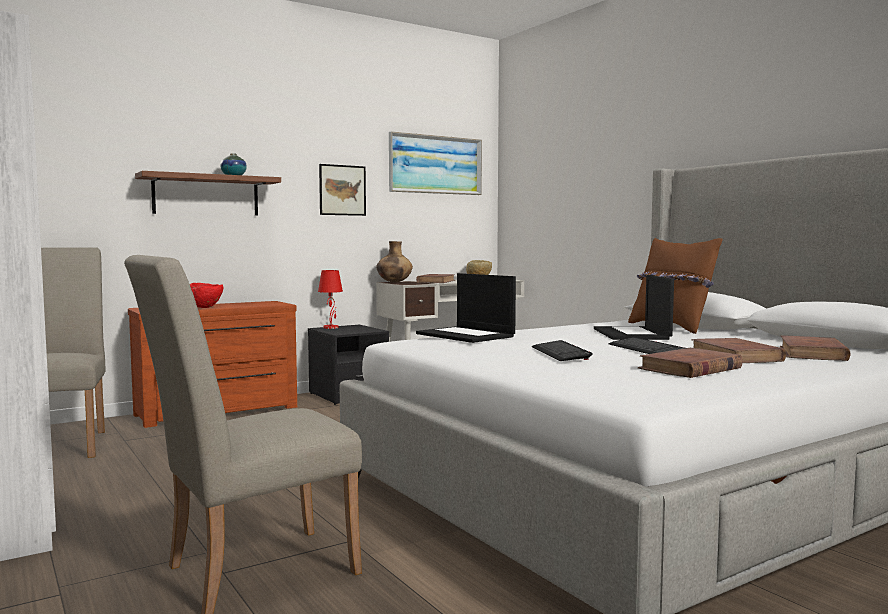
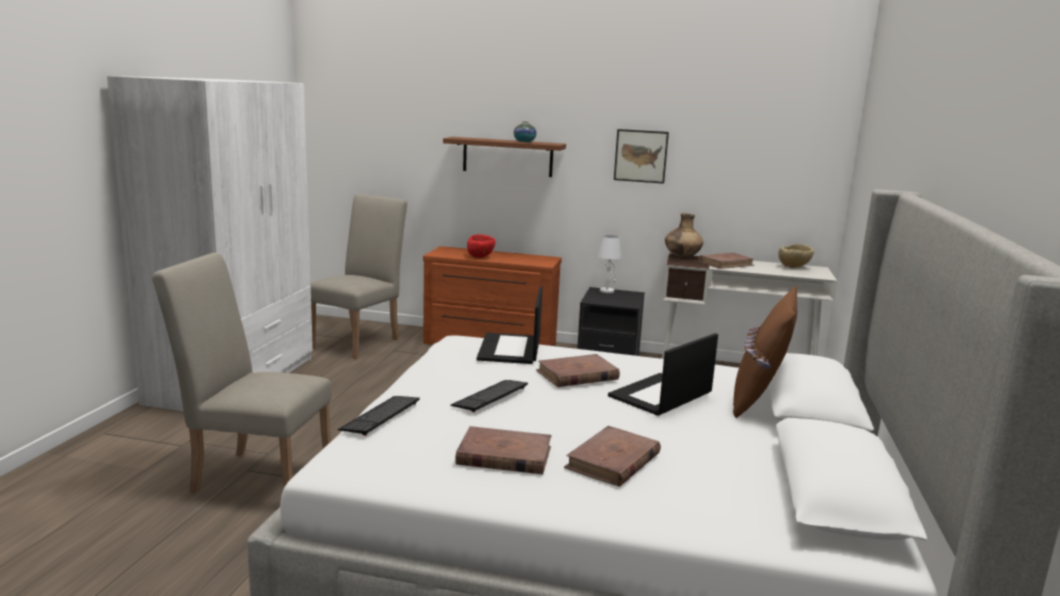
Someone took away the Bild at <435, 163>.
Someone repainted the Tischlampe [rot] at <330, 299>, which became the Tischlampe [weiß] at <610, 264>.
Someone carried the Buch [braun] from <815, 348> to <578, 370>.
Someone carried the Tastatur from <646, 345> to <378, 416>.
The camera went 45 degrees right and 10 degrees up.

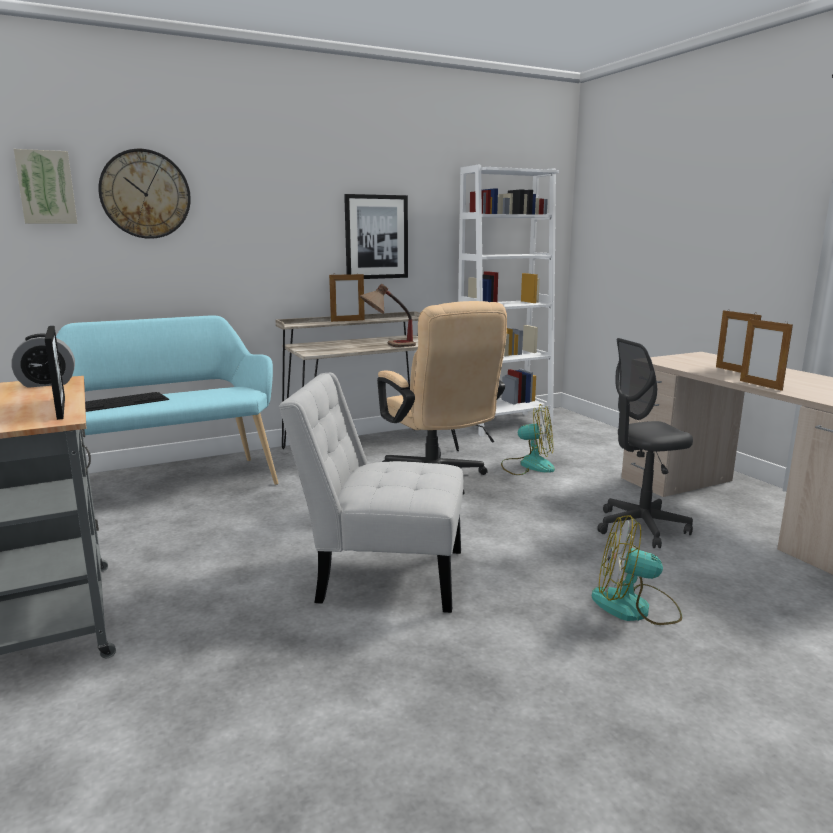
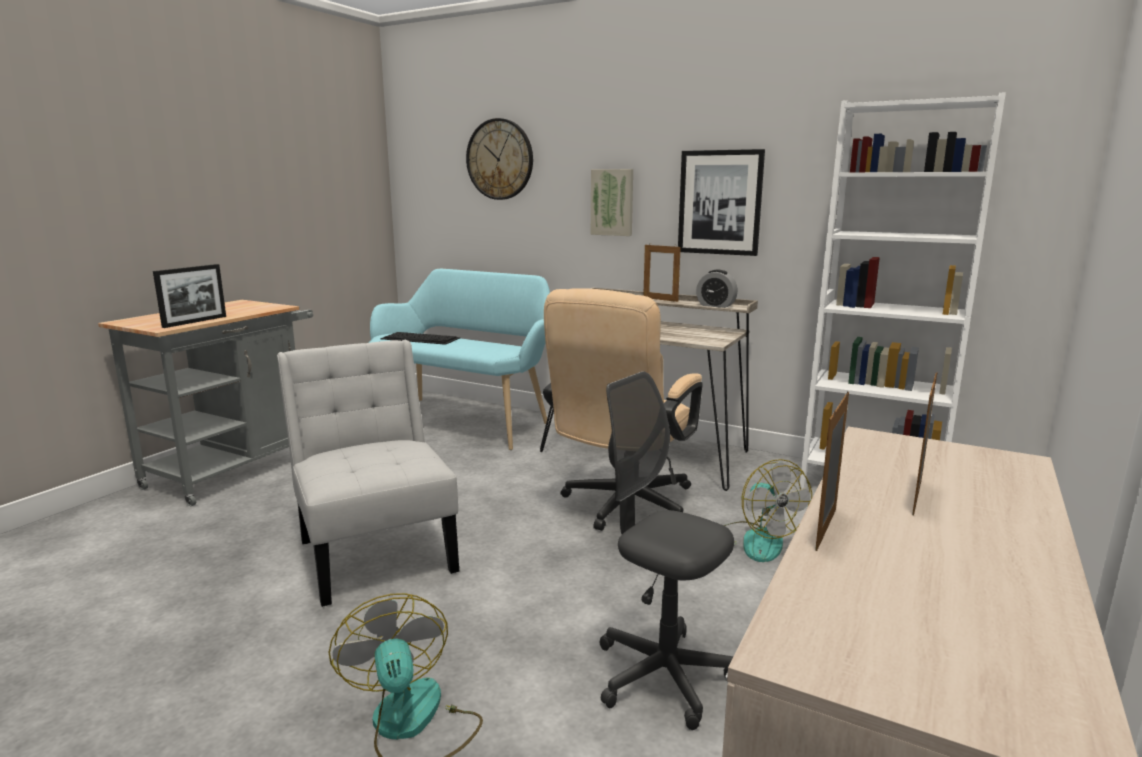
Someone carried the Bild from <46, 186> to <612, 202>.
Someone took away the Tischlampe at <388, 315>.
Someone carried the Wecker from <43, 361> to <717, 289>.
The camera went 55 degrees right and 0 degrees up.

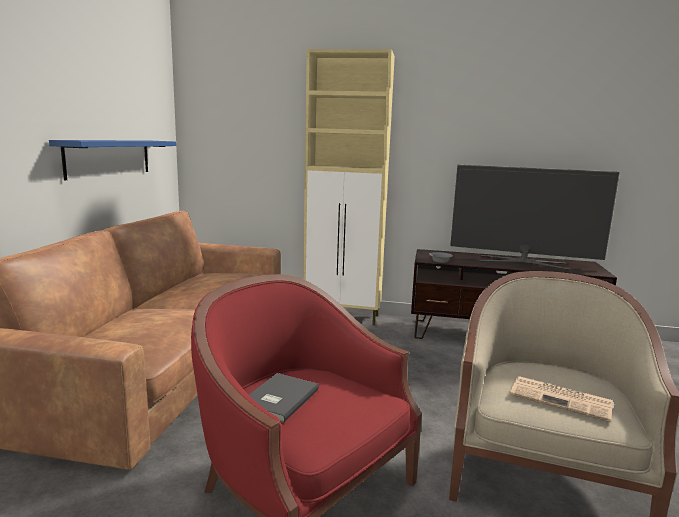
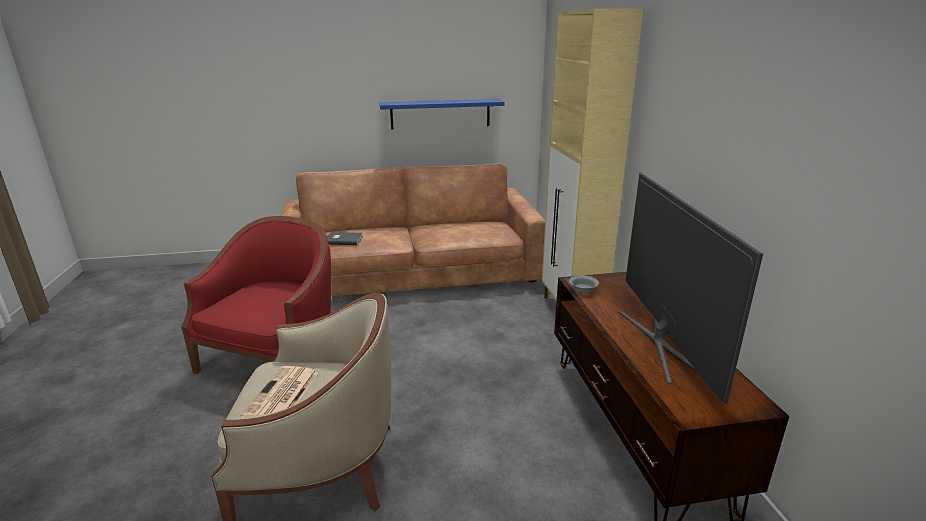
Someone carried the Buch [grau] from <284, 398> to <345, 238>.
The camera went 70 degrees right and 10 degrees up.

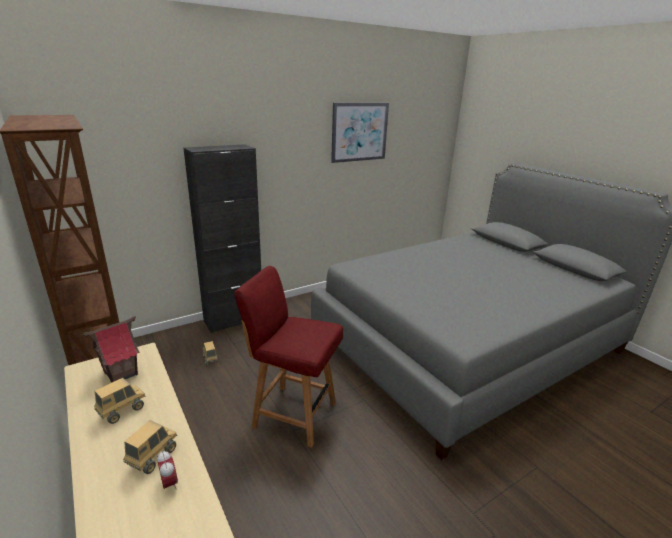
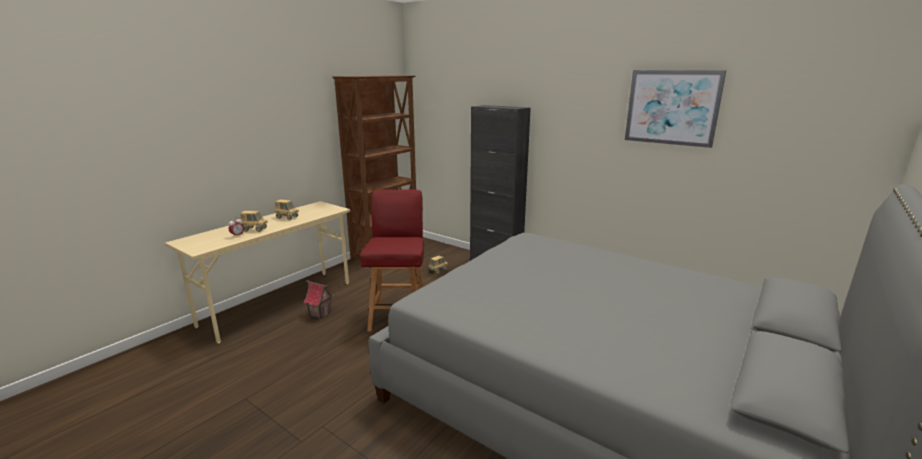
Someone carried the Spielzeughaus from <111, 349> to <318, 299>.
The camera went 70 degrees right and 5 degrees down.

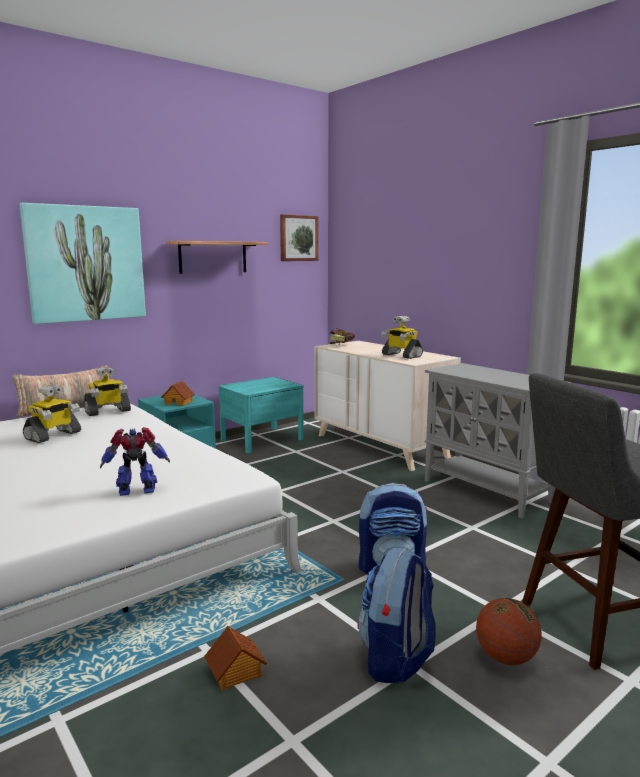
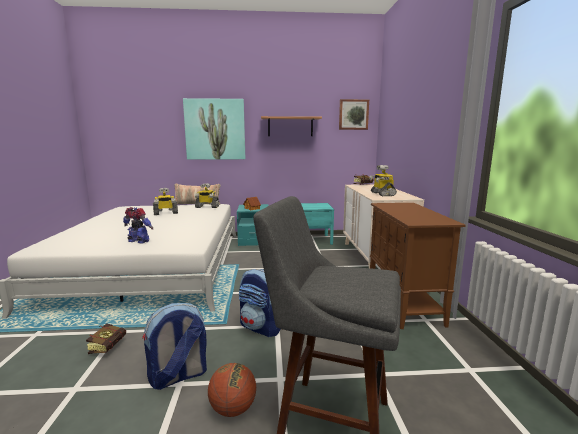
Someone repainted the Schrank [grau] at <498, 440>, which became the Schrank [braun] at <418, 266>.
Someone swapped the Spielzeughaus at <235, 658> for the Buch at <106, 338>.
The camera went 35 degrees right and 0 degrees up.

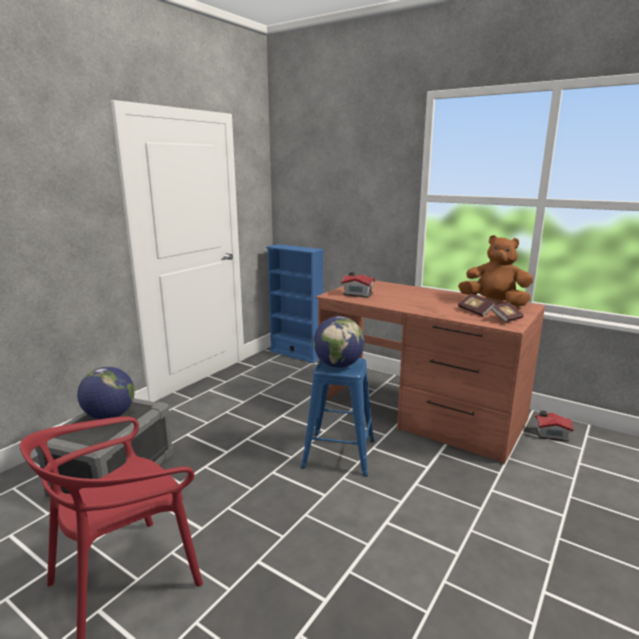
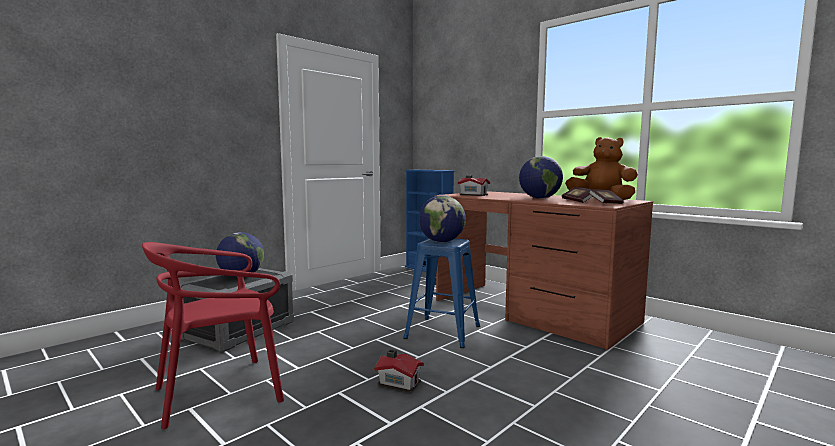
Someone carried the Spielzeughaus from <554, 426> to <399, 371>.
Someone put down the Globus at <541, 177>.
The camera went 10 degrees right and 10 degrees down.

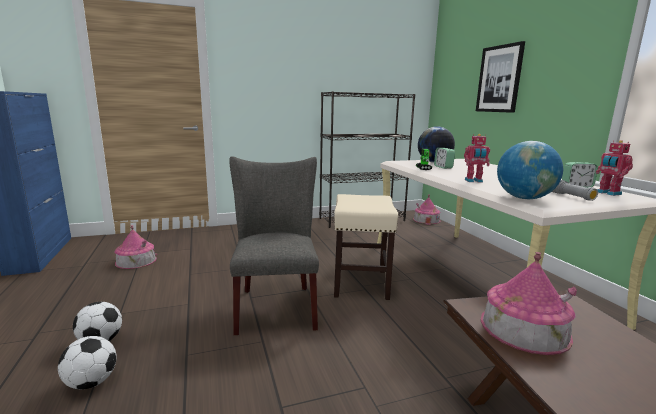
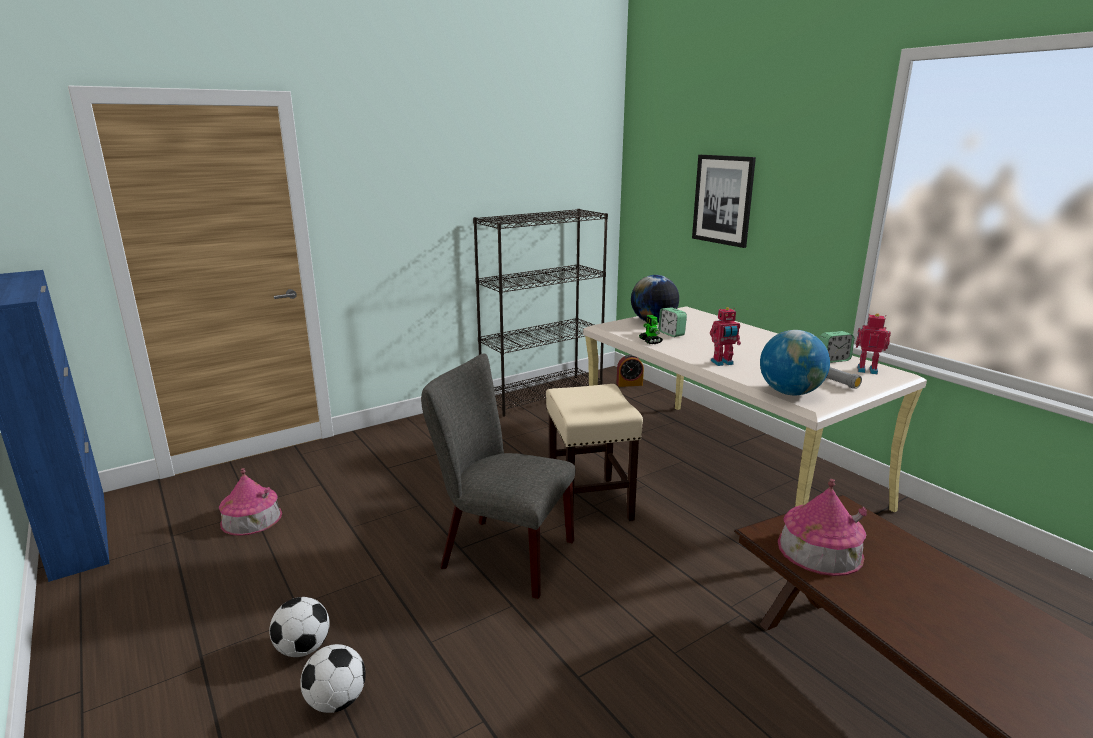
Someone rotated the Spielzeugroboter at <614, 168> by 150 degrees clockwise.
Someone rotated the Stuhl [grau] at <274, 245> by 45 degrees counterclockwise.
Someone swapped the Spielzeughaus at <426, 209> for the Wecker at <630, 370>.
The camera went 15 degrees left and 5 degrees up.

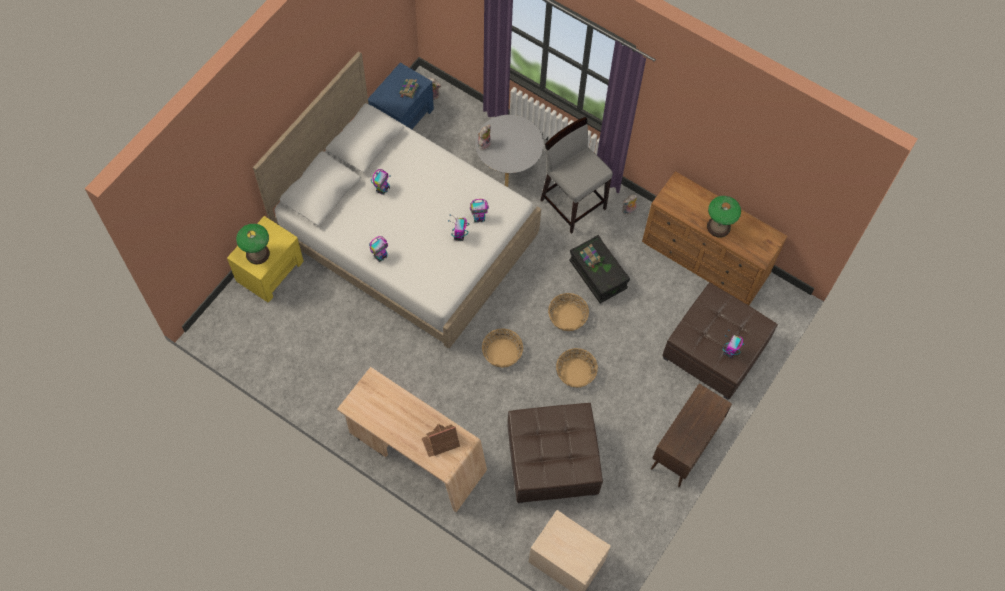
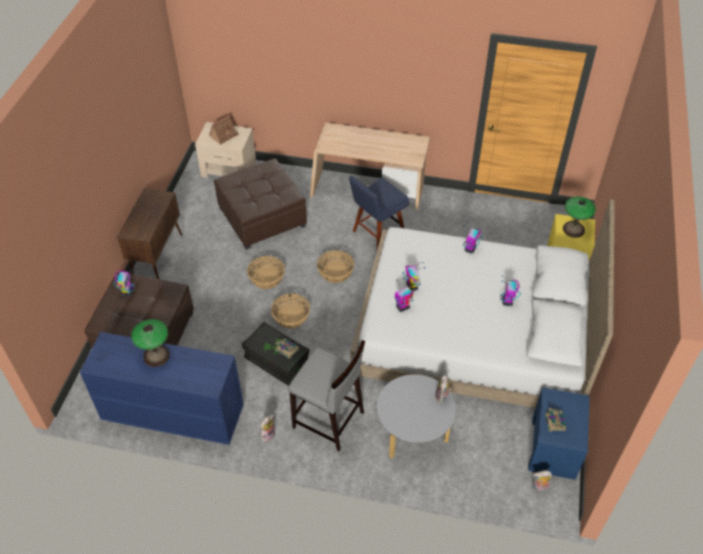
Someone repainted the Kommode [braun] at <714, 238>, which became the Kommode [blau] at <162, 388>.
Someone carried the Spielzeughaus from <441, 440> to <224, 130>.
Someone put down the Stuhl [blau] at <379, 212>.
The camera went 160 degrees right and 15 degrees down.

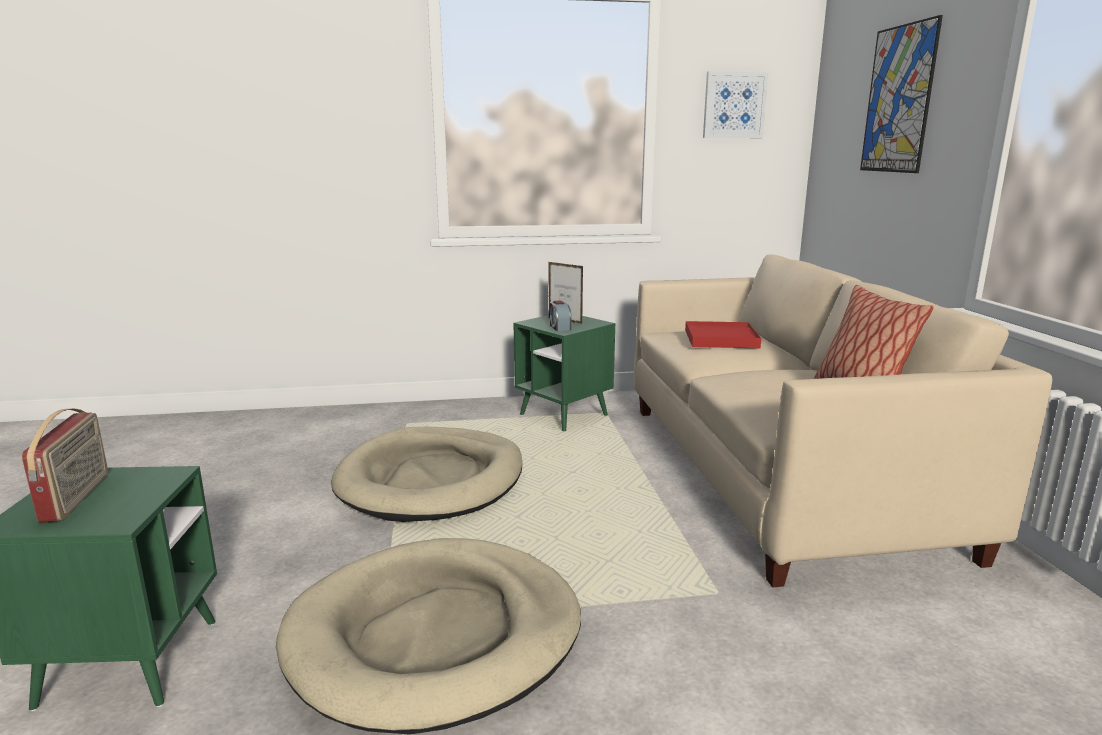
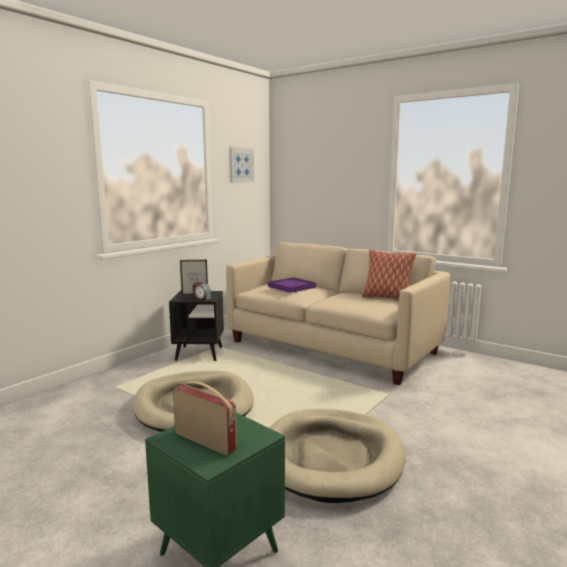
Someone took away the Bild at <901, 94>.
Someone repainted the Beistelltisch [grün] at <564, 373>, which became the Beistelltisch [schwarz] at <196, 326>.
Someone repainted the Tablett [rot] at <723, 334>, which became the Tablett [lila] at <292, 285>.
The camera went 45 degrees left and 5 degrees down.

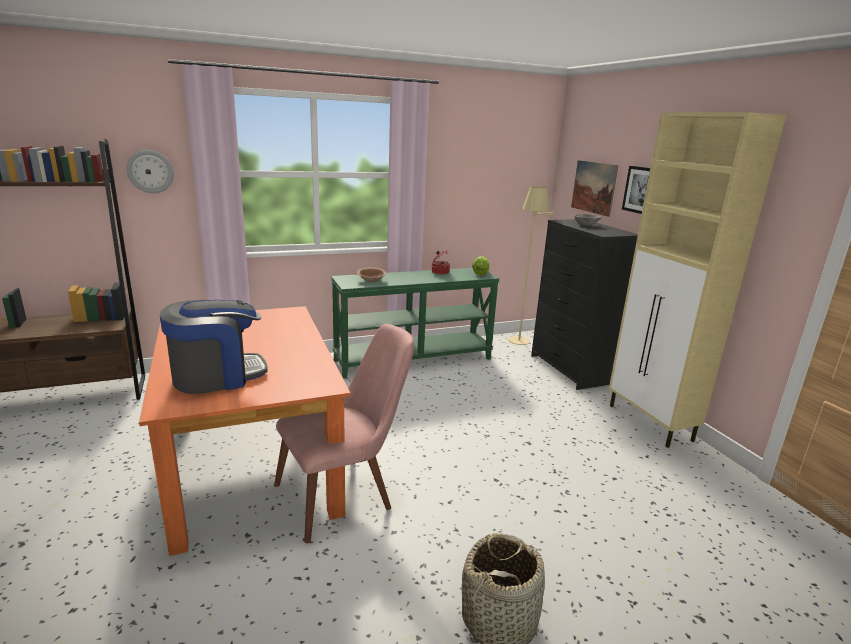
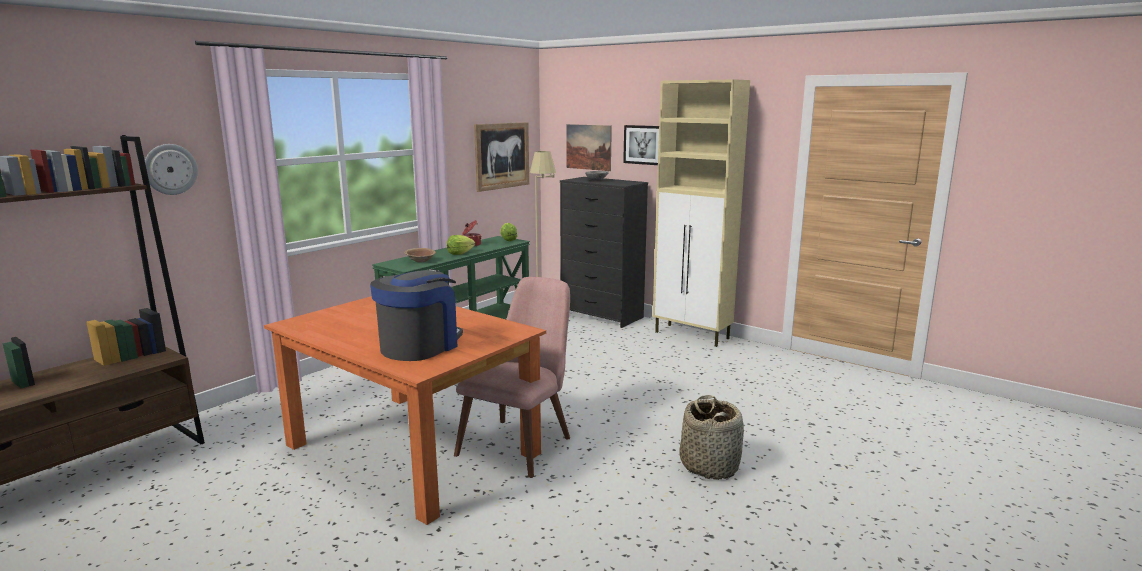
Someone put up the Bild at <501, 157>.
Someone put down the Salatkopf at <461, 245>.
The camera went 30 degrees left and 5 degrees down.

